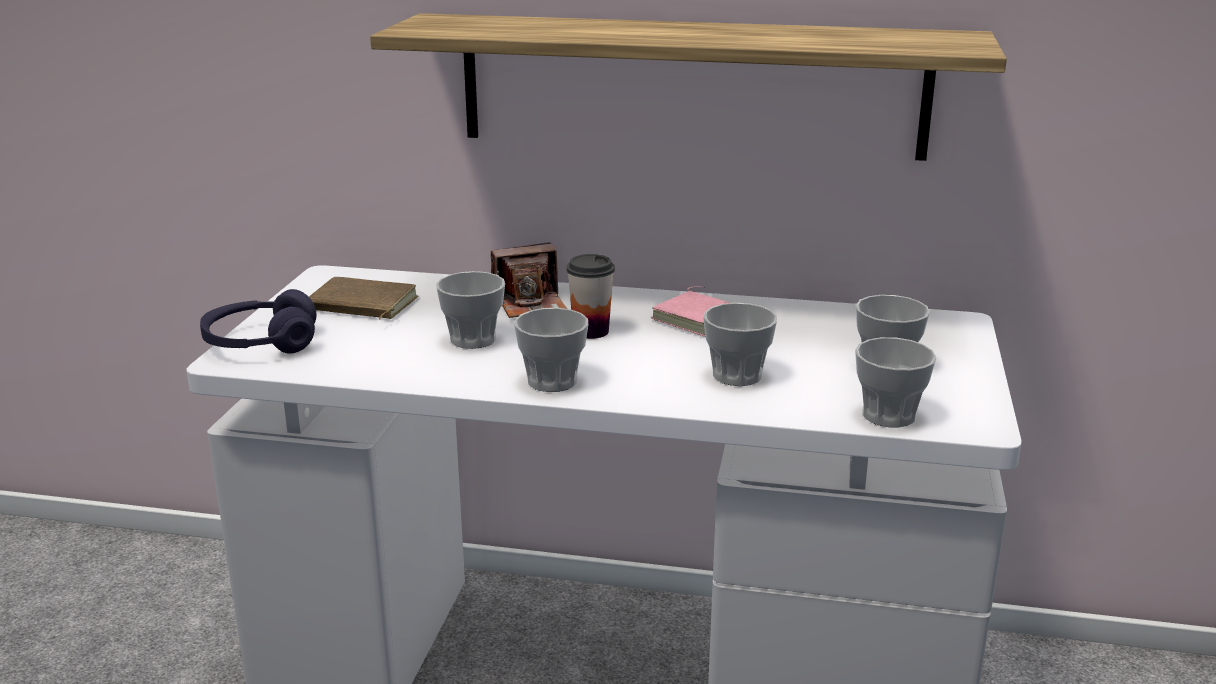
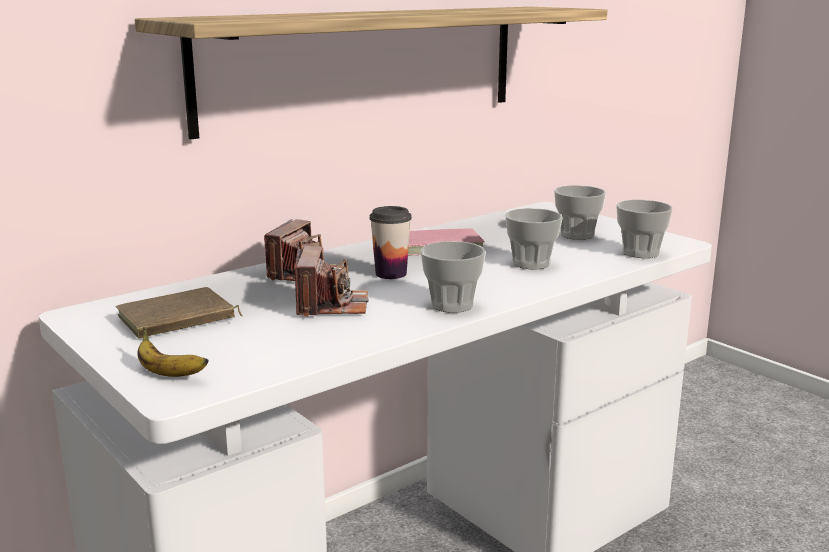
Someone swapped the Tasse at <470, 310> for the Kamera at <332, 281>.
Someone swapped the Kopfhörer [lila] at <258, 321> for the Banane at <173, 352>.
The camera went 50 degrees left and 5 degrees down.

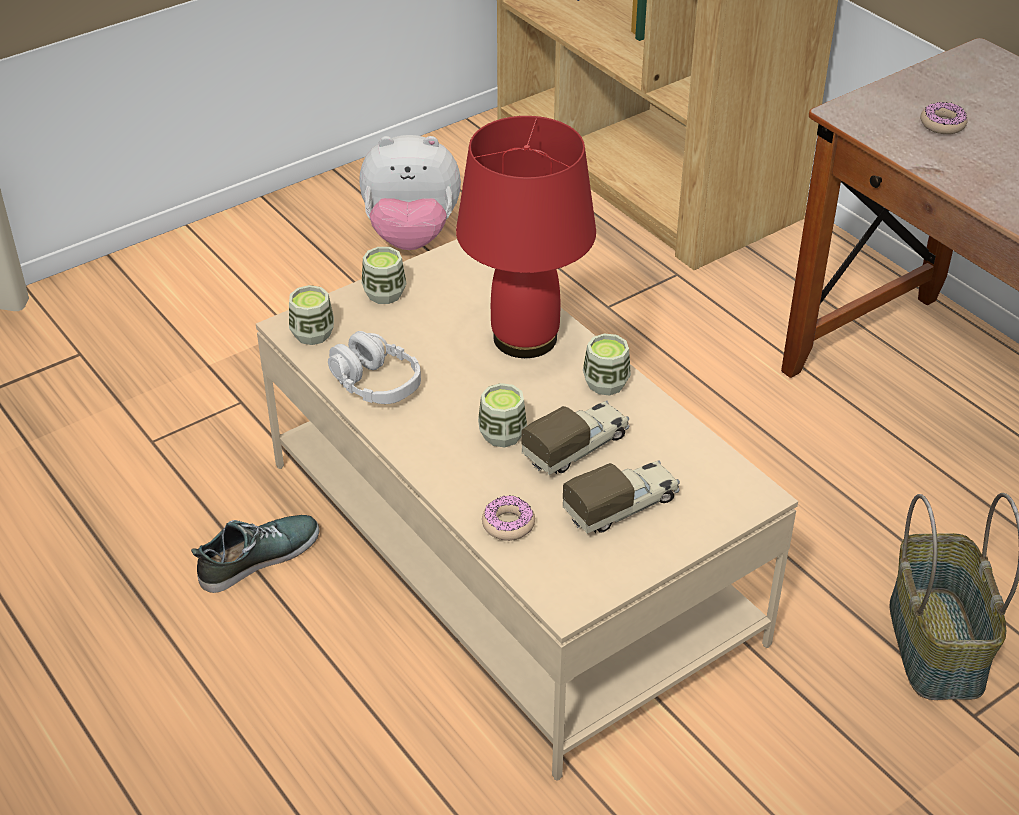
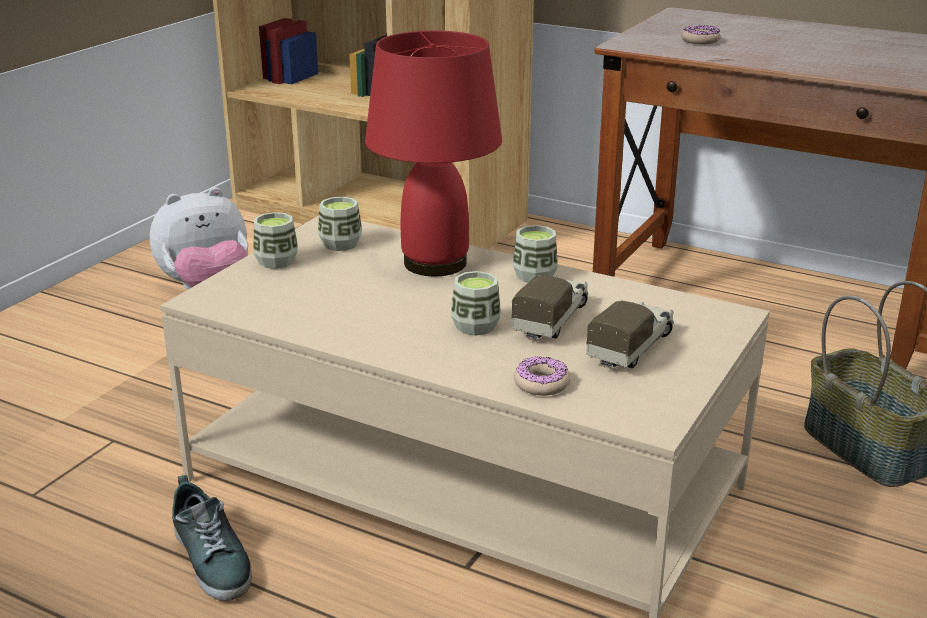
Someone carried the Tasse from <311, 315> to <340, 224>.
Someone took away the Kopfhörer [grau] at <374, 367>.
Someone rotated the Schuh at <255, 554> by 120 degrees clockwise.
The camera went 25 degrees left and 15 degrees down.

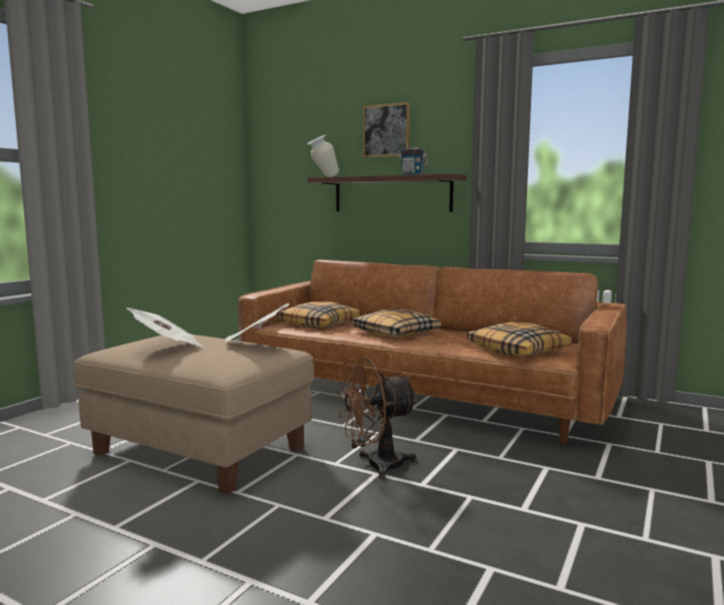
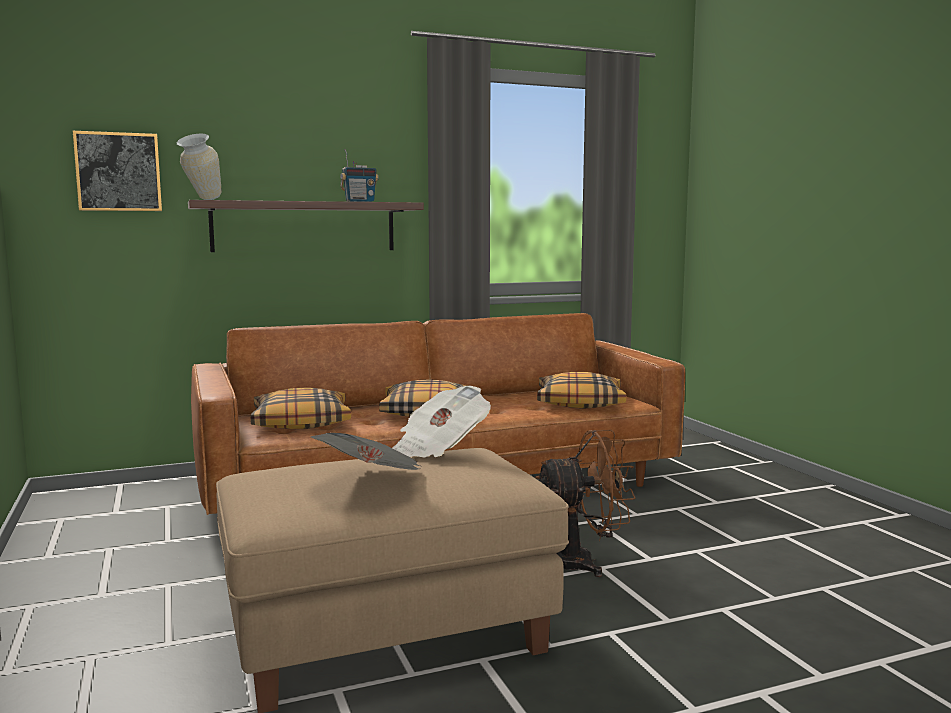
Someone carried the Bild from <386, 129> to <117, 171>.
Someone rotated the Ventilator [braun] at <377, 418> by 120 degrees counterclockwise.
The camera went 50 degrees left and 0 degrees up.

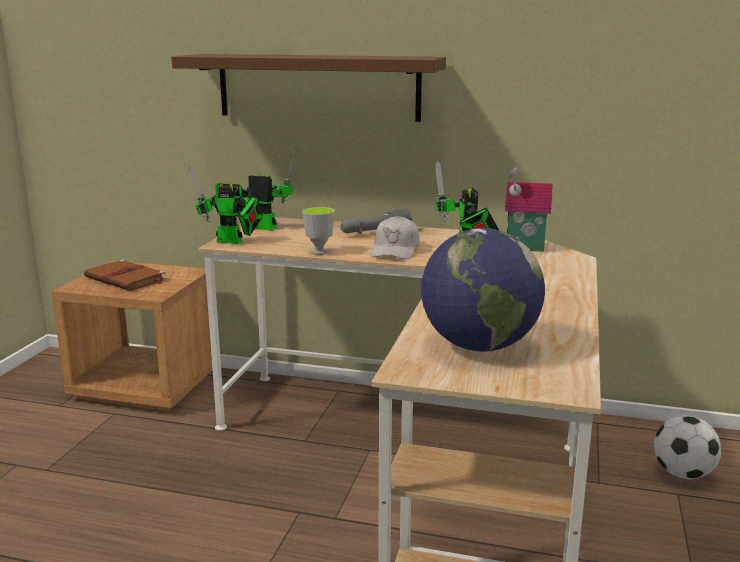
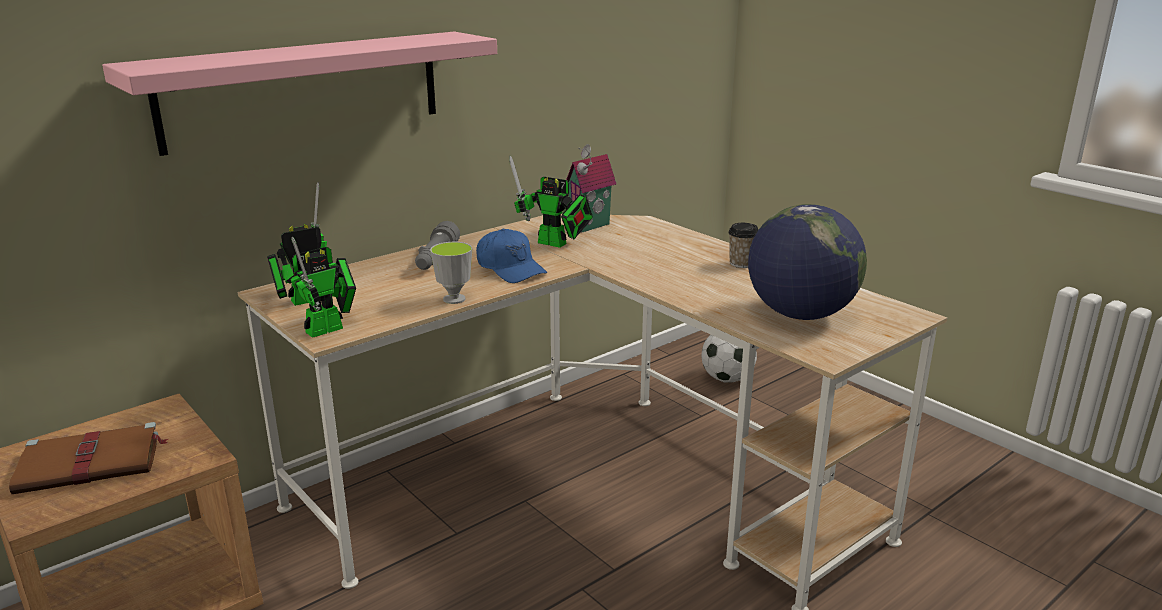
Someone repainted the Wandregal [braun] at <308, 88>, which became the Wandregal [rosa] at <299, 94>.
Someone repainted the Kappe [weiß] at <395, 237>, which became the Kappe [blau] at <511, 256>.
Someone put down the Tasse at <743, 245>.
The camera went 55 degrees left and 5 degrees up.

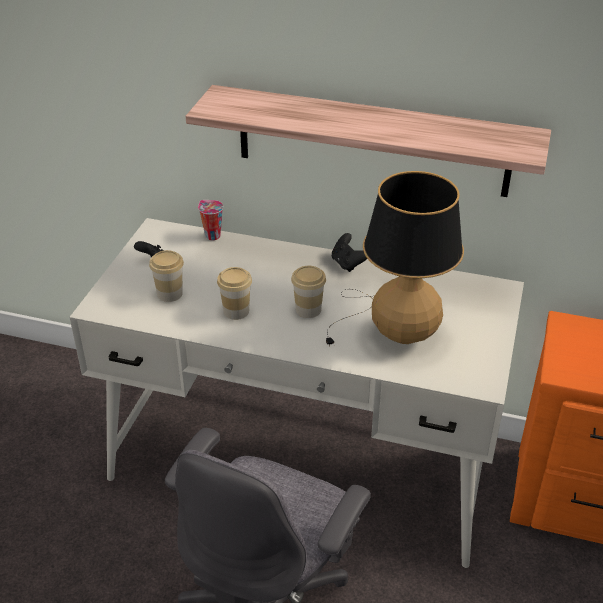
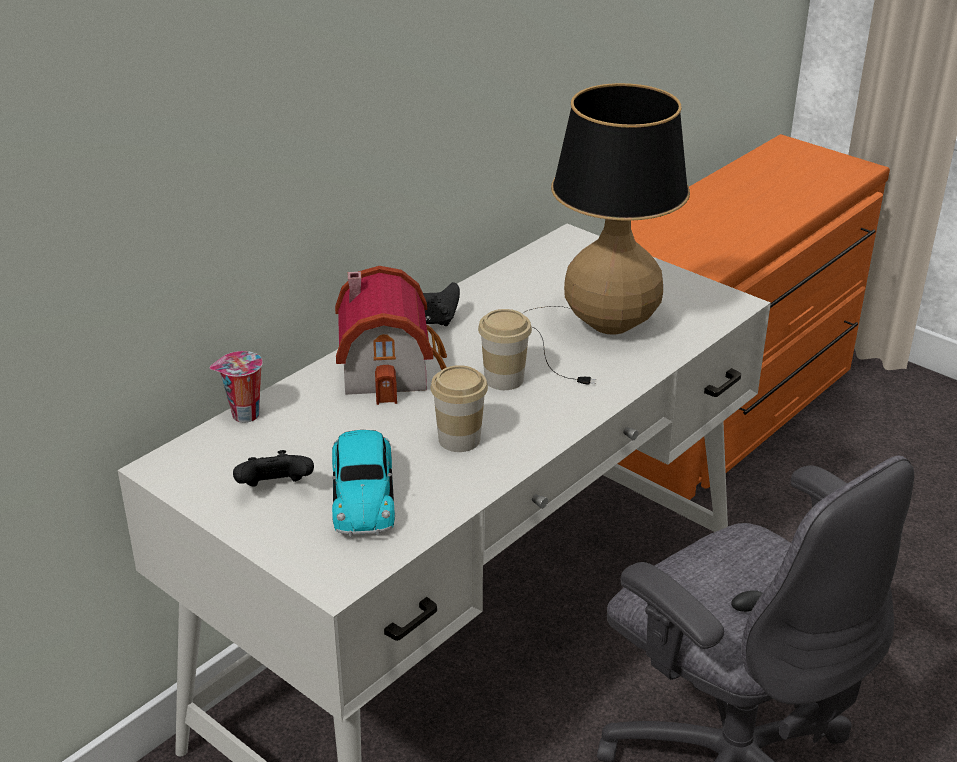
Someone took away the Wandregal at <368, 141>.
Someone swapped the Tasse at <166, 276> for the Spielzeugauto at <363, 483>.
Someone put down the Spielzeughaus at <391, 335>.
The camera went 65 degrees left and 5 degrees down.

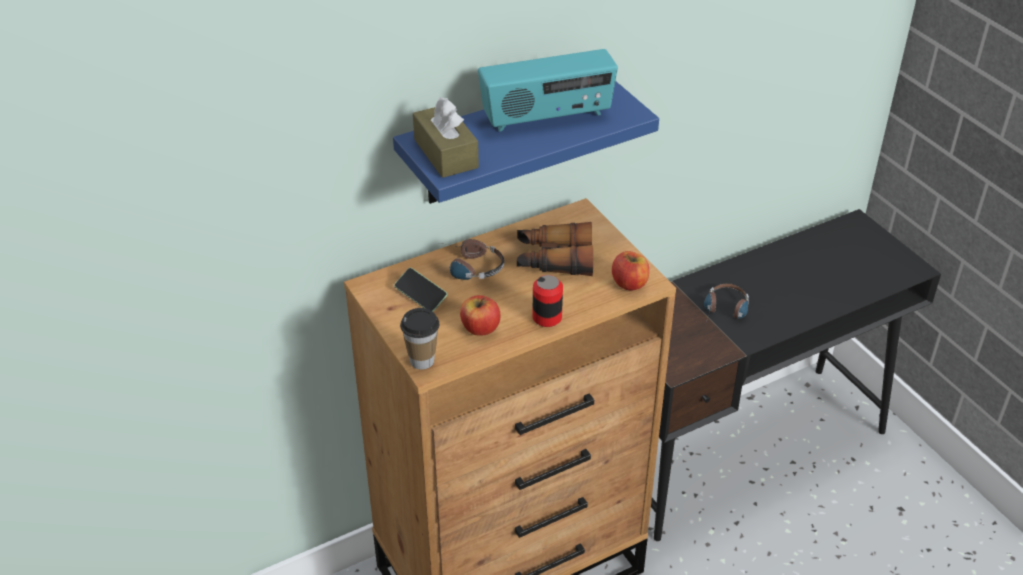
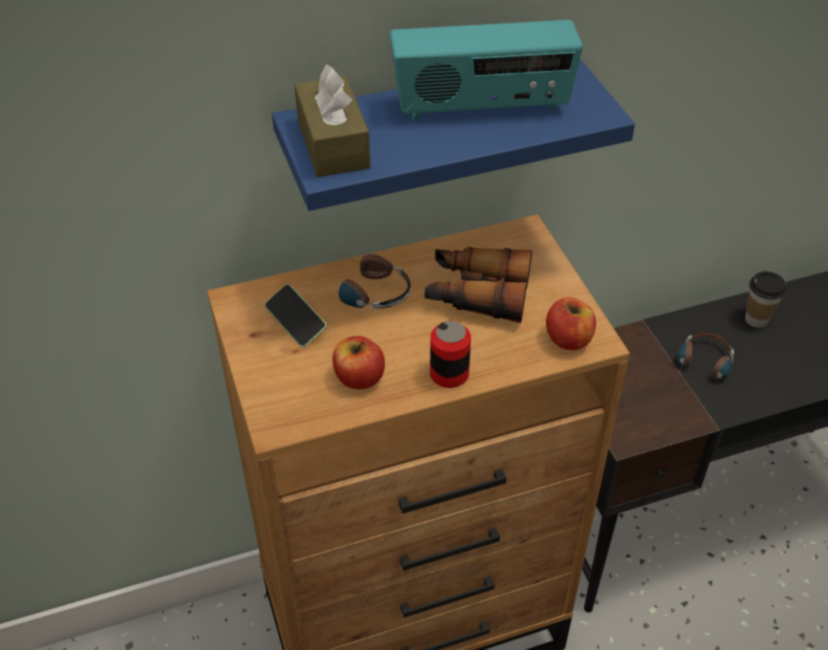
Someone carried the Tasse from <419, 339> to <765, 299>.
The camera went 10 degrees right and 5 degrees up.

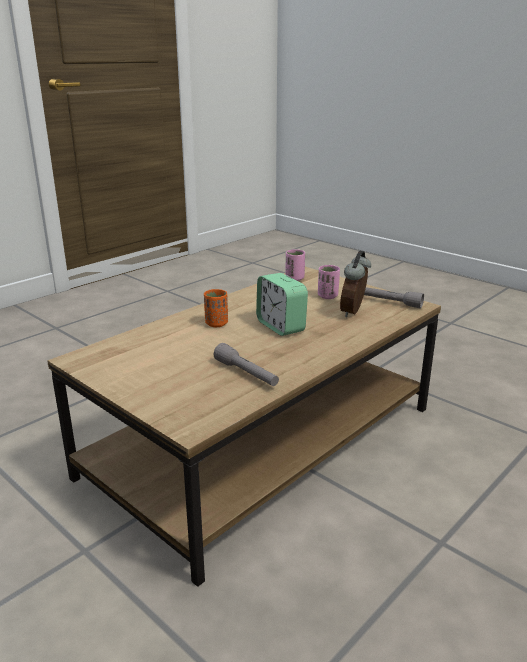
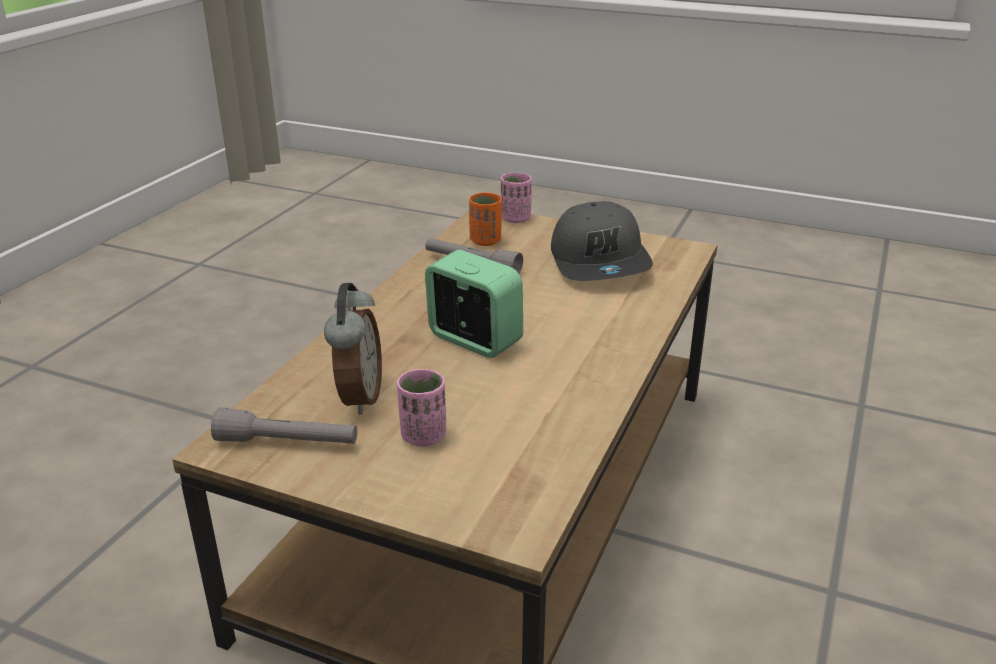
Someone carried the Tasse [rosa] from <295, 265> to <516, 198>.
Someone carried the Tasse [orange] from <216, 308> to <485, 219>.
Someone put down the Kappe [grau] at <602, 241>.
The camera went 160 degrees right and 5 degrees up.

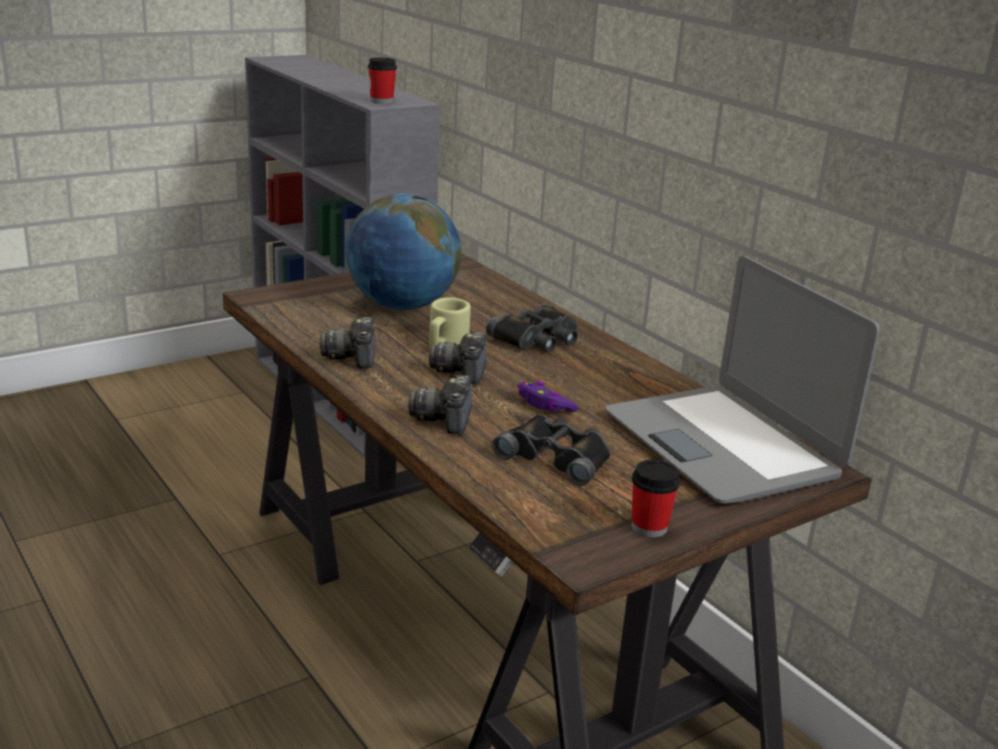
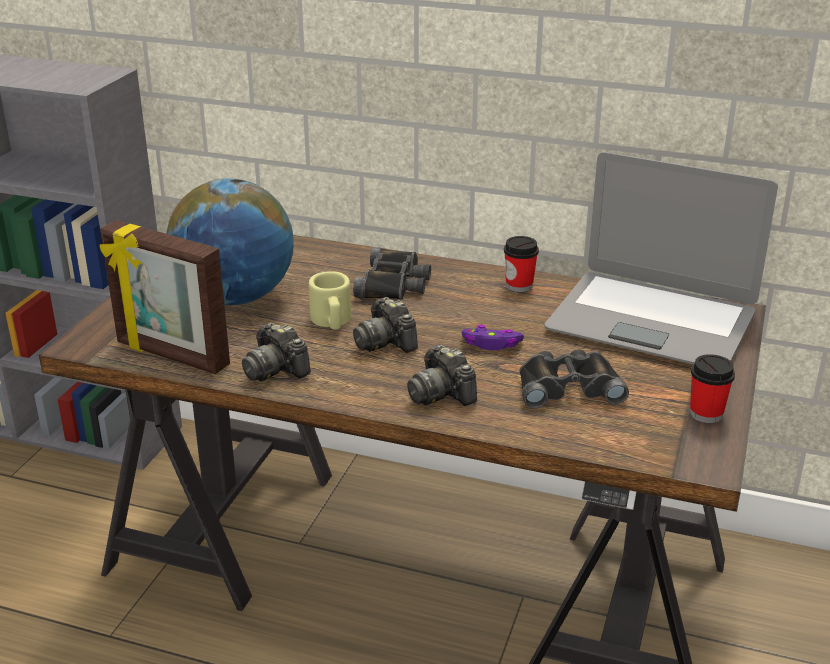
Someone carried the Tasse from <382, 81> to <521, 264>.
Someone put down the Bilderrahmen at <165, 297>.
The camera went 35 degrees left and 5 degrees up.

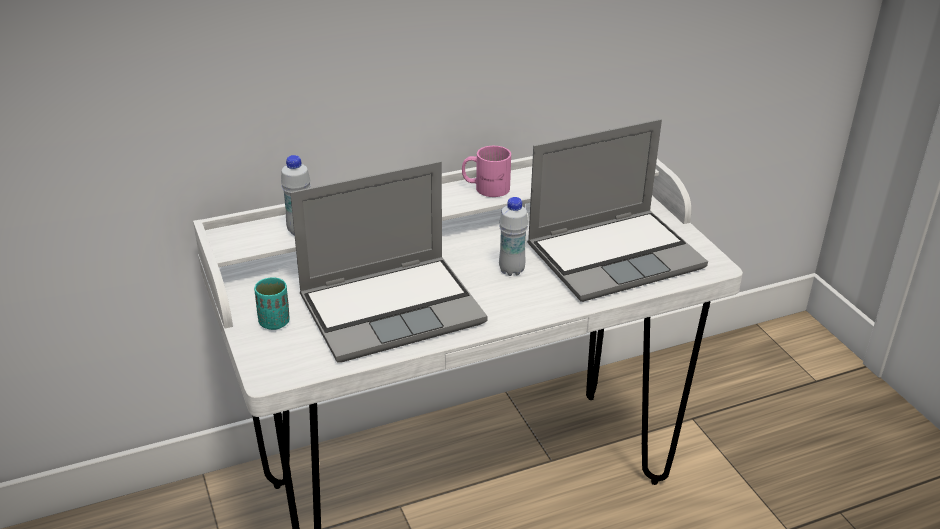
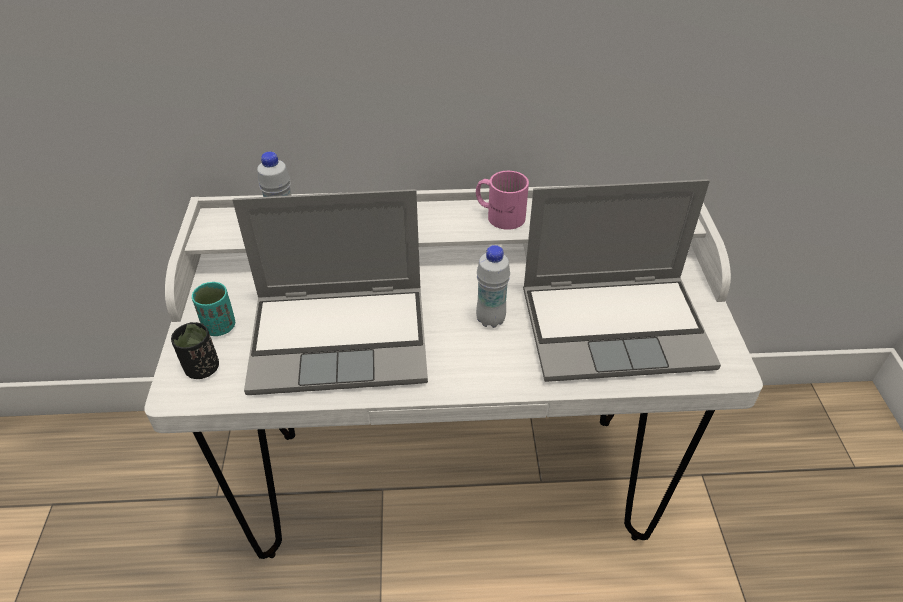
Someone put down the Tasse [schwarz] at <195, 350>.
The camera went 20 degrees right and 10 degrees up.

